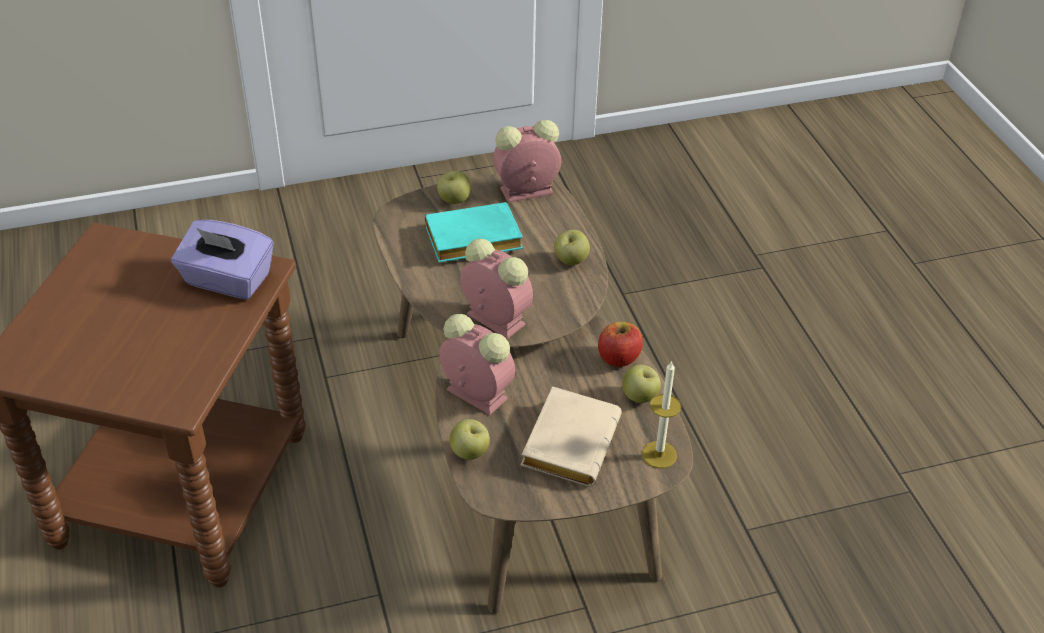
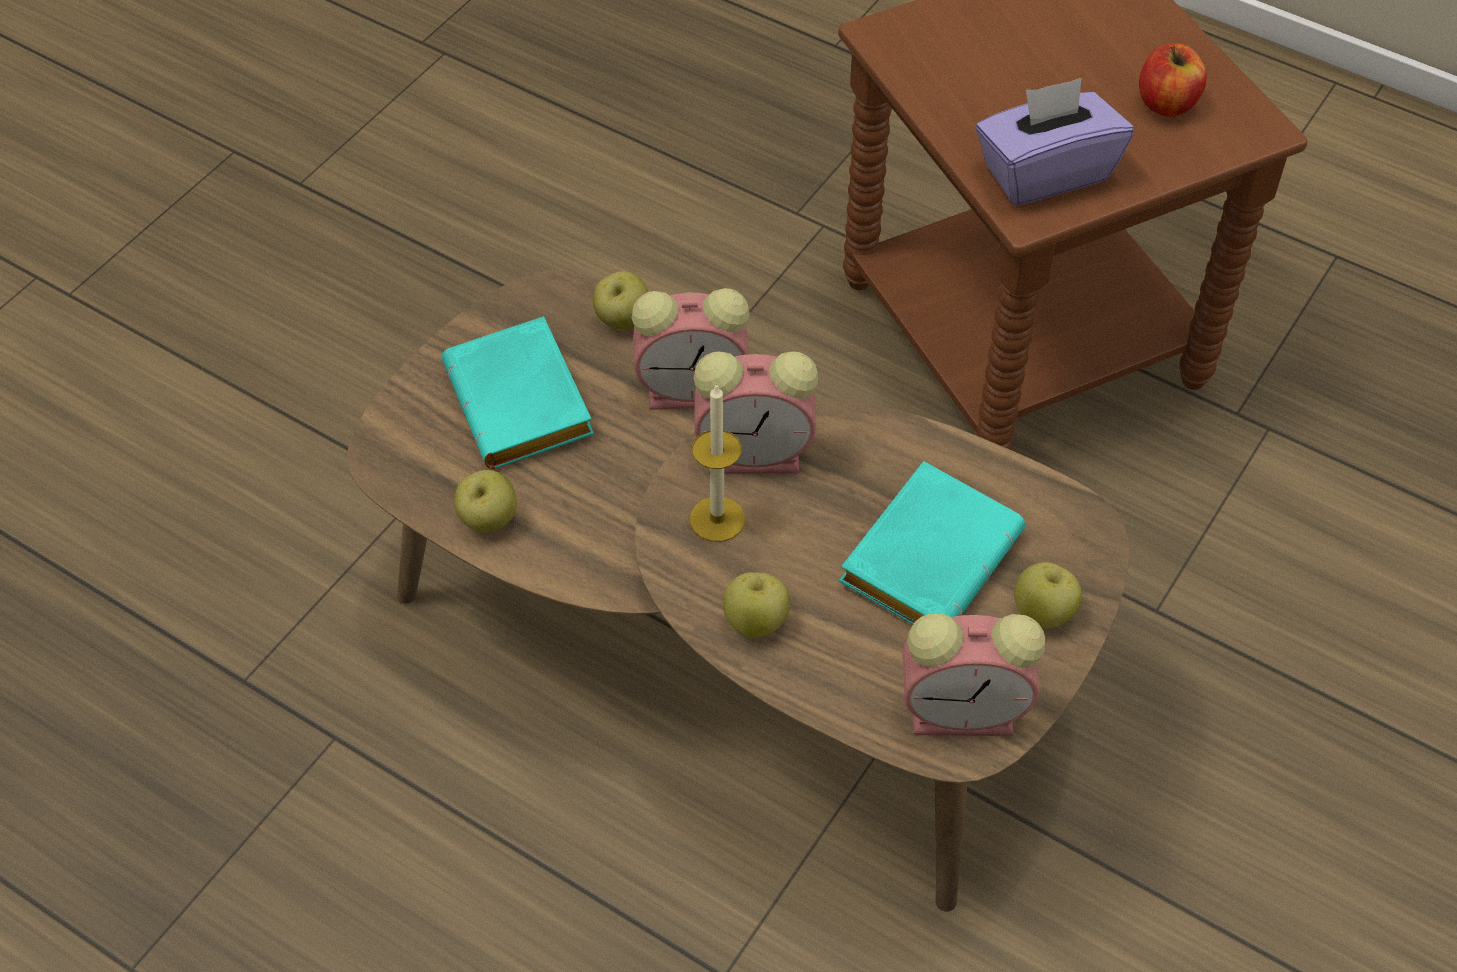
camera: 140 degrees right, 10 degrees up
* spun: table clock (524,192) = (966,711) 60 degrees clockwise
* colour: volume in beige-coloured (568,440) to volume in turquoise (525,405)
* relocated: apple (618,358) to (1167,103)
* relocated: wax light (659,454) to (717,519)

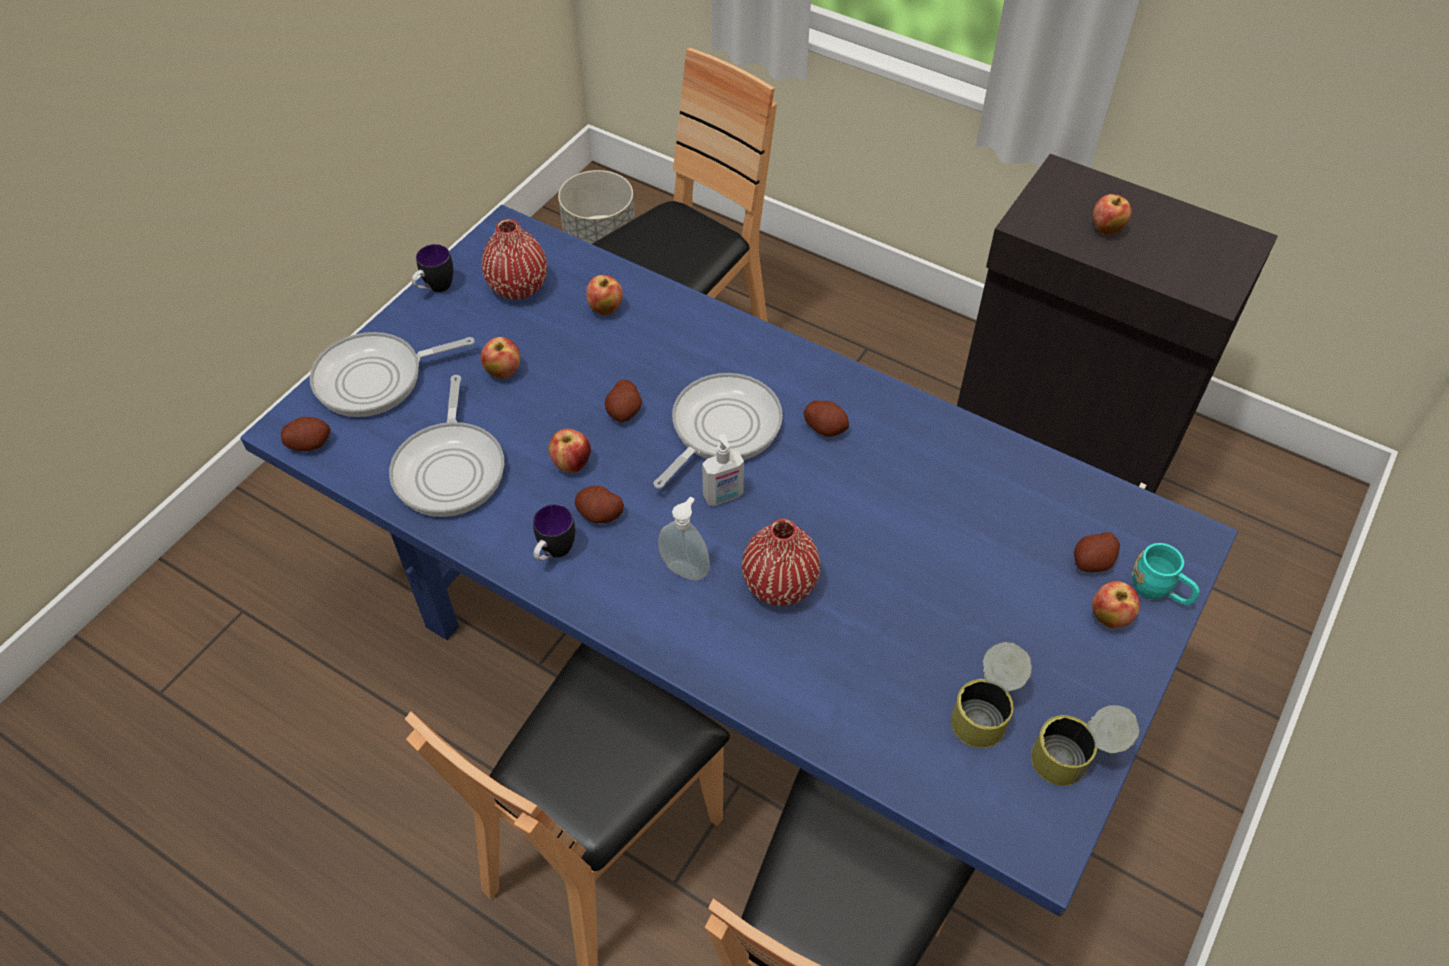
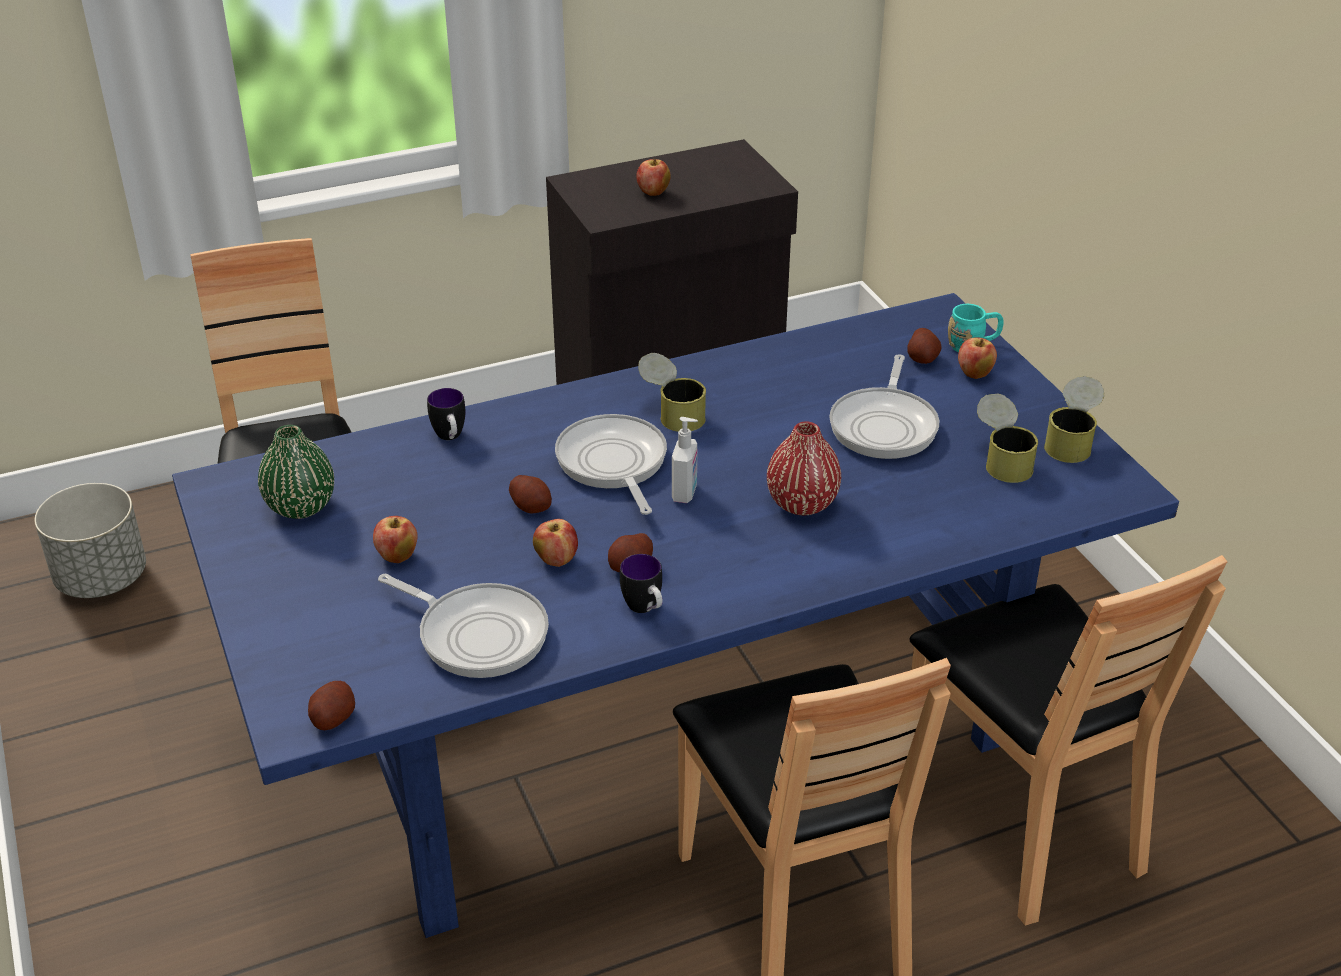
camera: 55 degrees left, 15 degrees down
* relocated: pan (376,379) to (885,425)
* relocated: tea mug (435,289) to (450,438)
* colour: vase in reddish (518,287) to vase in greenish (301,506)
* missing: apple (605,309)
* missing: liquid soap bottle (686,568)
* exchanged: spud (825,427) to can (672,413)

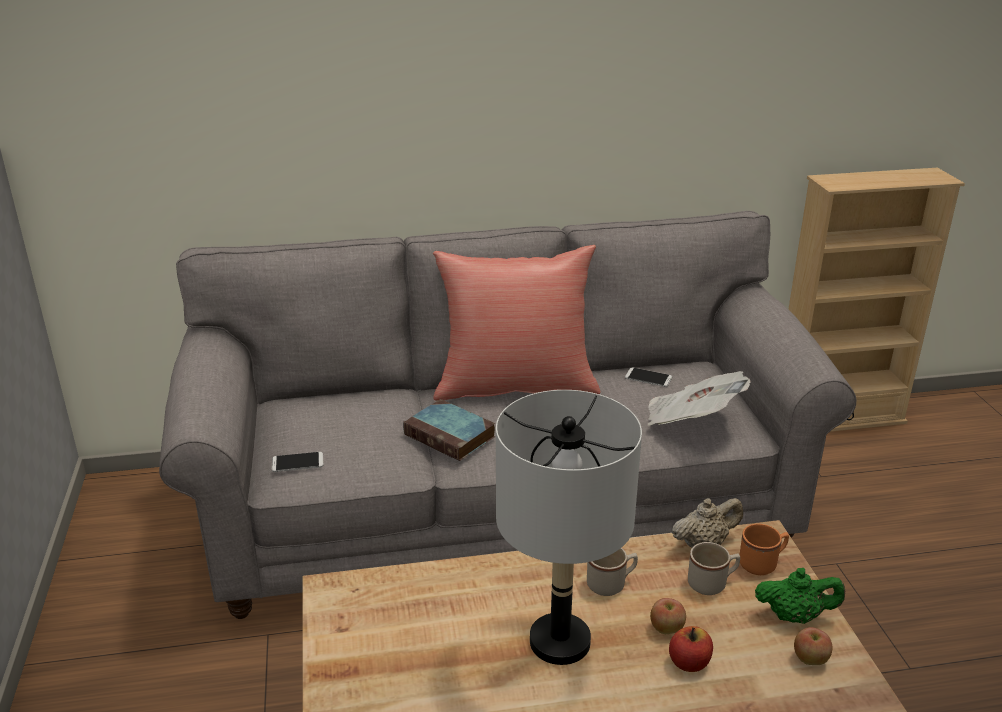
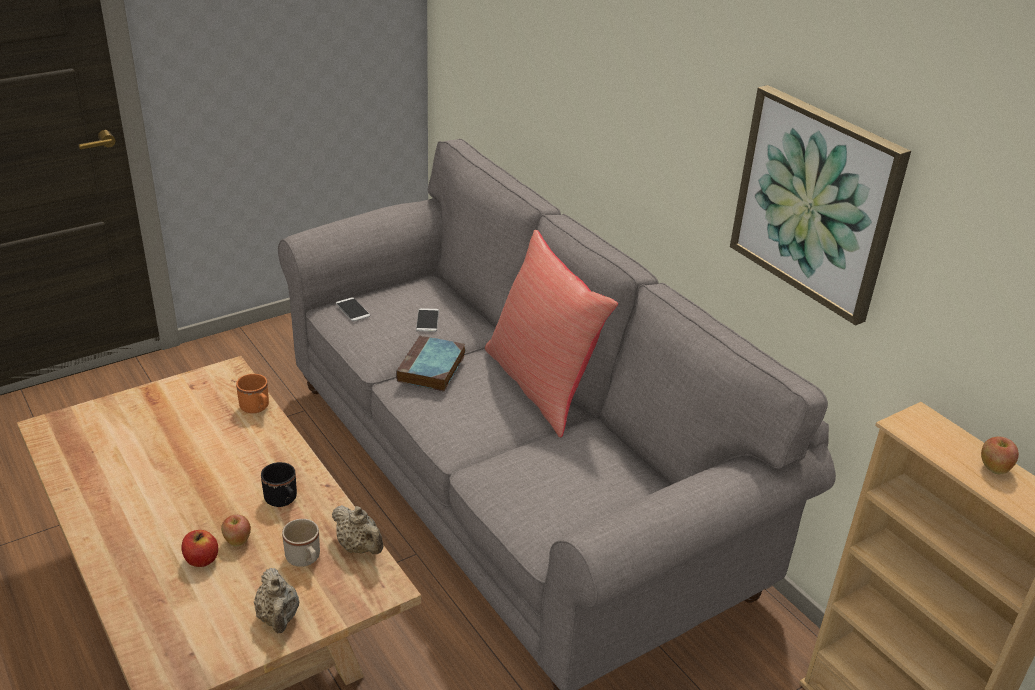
camera: 65 degrees right, 5 degrees up
* missing: table lamp in grey (559,642)
* colour: tea mug in beige-coloured (611,584) to tea mug in black-coloured (283,501)
* relocated: handset (648,378) to (427,320)
* missing: newspaper (691,421)
* relocated: tea mug in orange (762,563) to (257,408)
* colour: tea pot in greenish (794,616) to tea pot in beige-coloured (278,618)
* relocated: apple (810,660) to (993,468)
* appeared: wall picture (816,202)

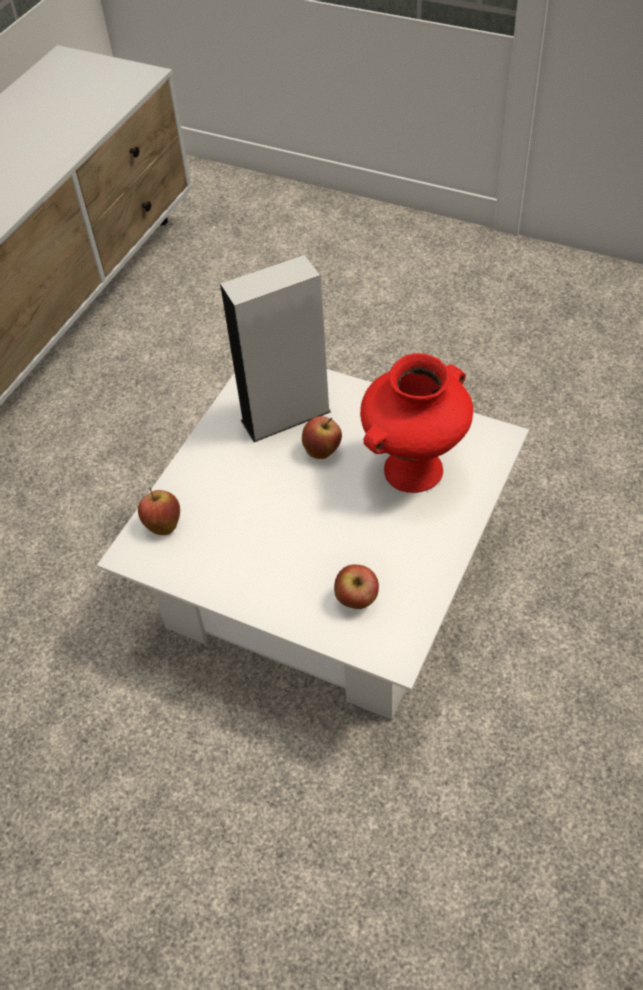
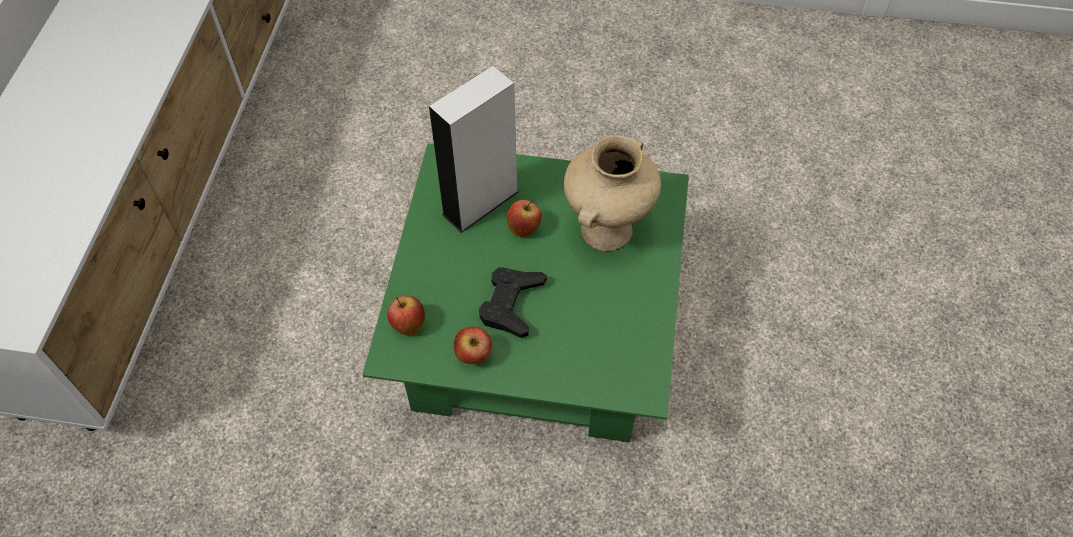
camera: 20 degrees left, 5 degrees up
* colour: lounge table in white-coloured (328,576) to lounge table in greenish (536,331)
* relocated: apple (357,600) to (474,355)
* colour: vase in reddish (413,472) to vase in beige-coloured (607,231)
* appeared: gamepad in black-coloured (511,304)

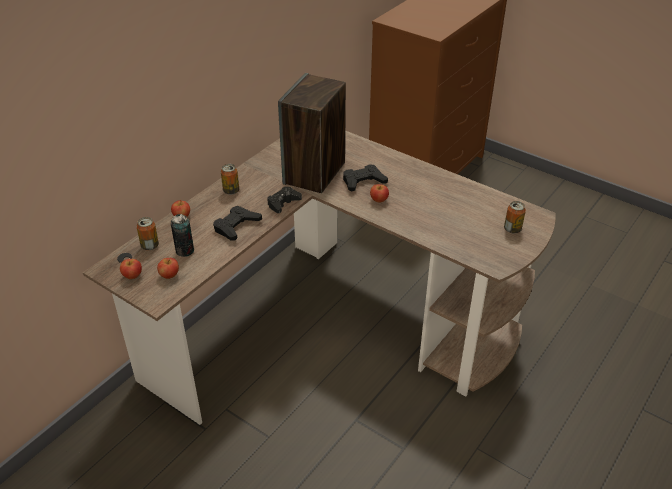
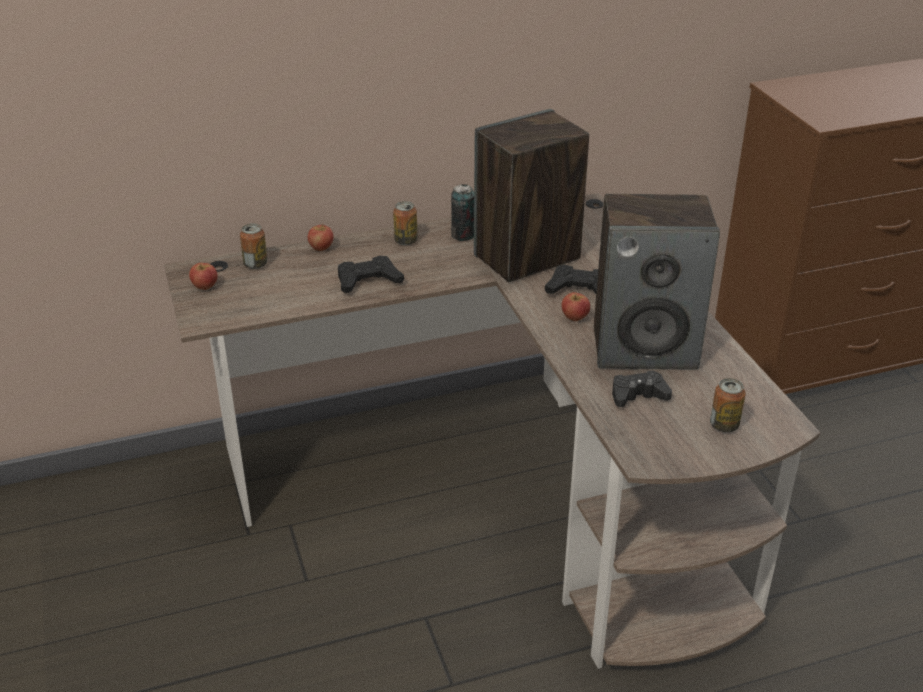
camera: 35 degrees right, 5 degrees down
* missing: apple (169,275)
* relocated: can (185,251) to (463,235)
* relocated: gamepad in black-coloured (283,203) to (638,395)
* appeared: speaker (645,348)

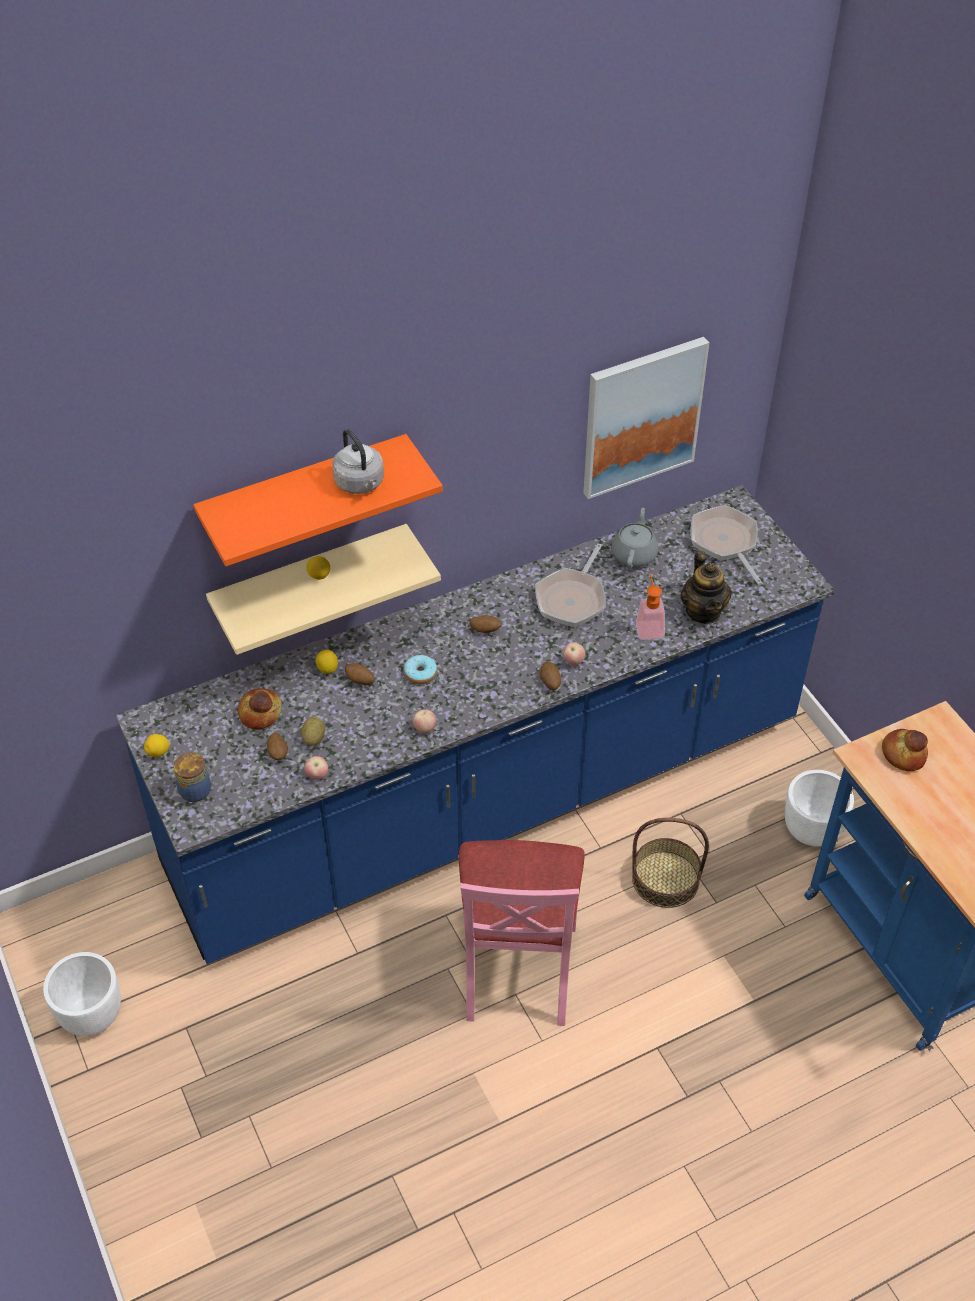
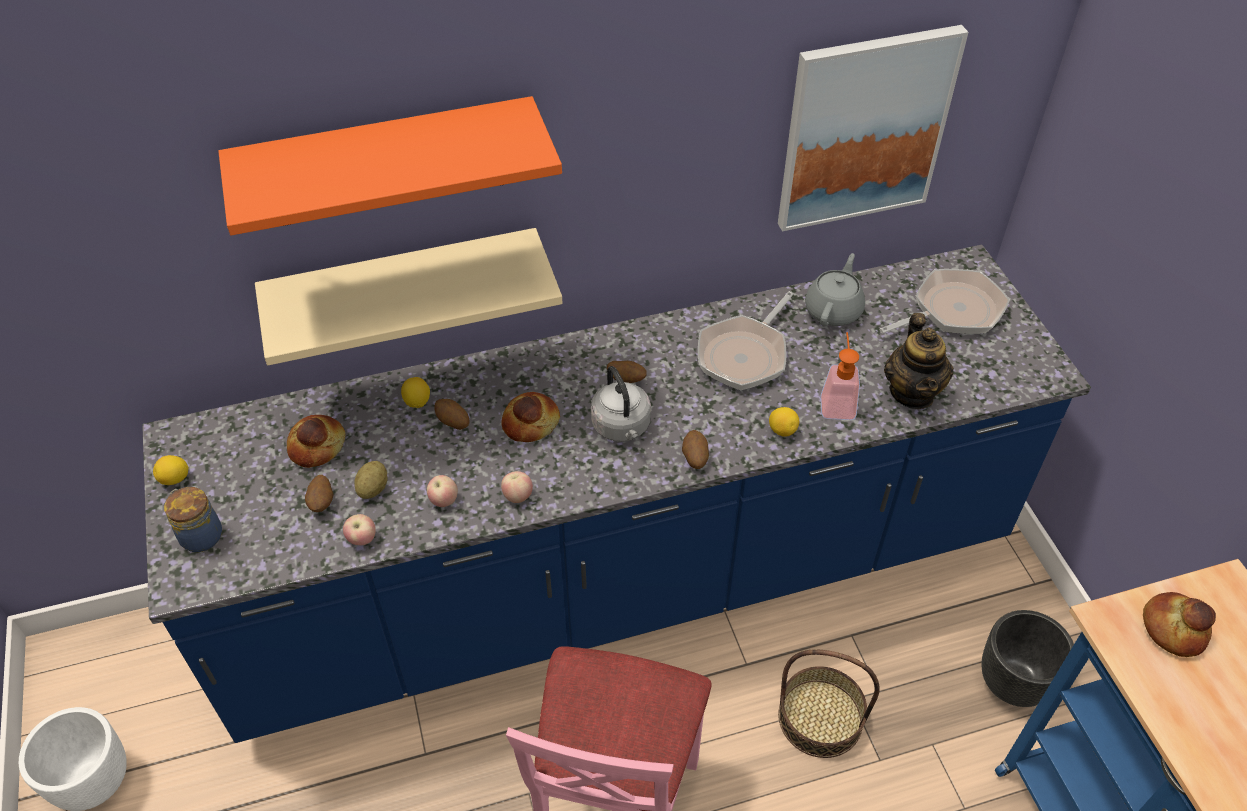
camera: 10 degrees right, 0 degrees up
* relocated: whole lemon (319,575) to (782,430)
* relocated: tea kettle in grey (360,484) to (622,427)
* exchanged: ring doughnut (420,674) to baked bread (531,424)
* relocated: apple (573,661) to (444,500)
* spun: pan (725,543) = (952,310) 75 degrees clockwise
* colour: flower pot in white-coloured (812,829) to flower pot in black-coloured (1014,681)

